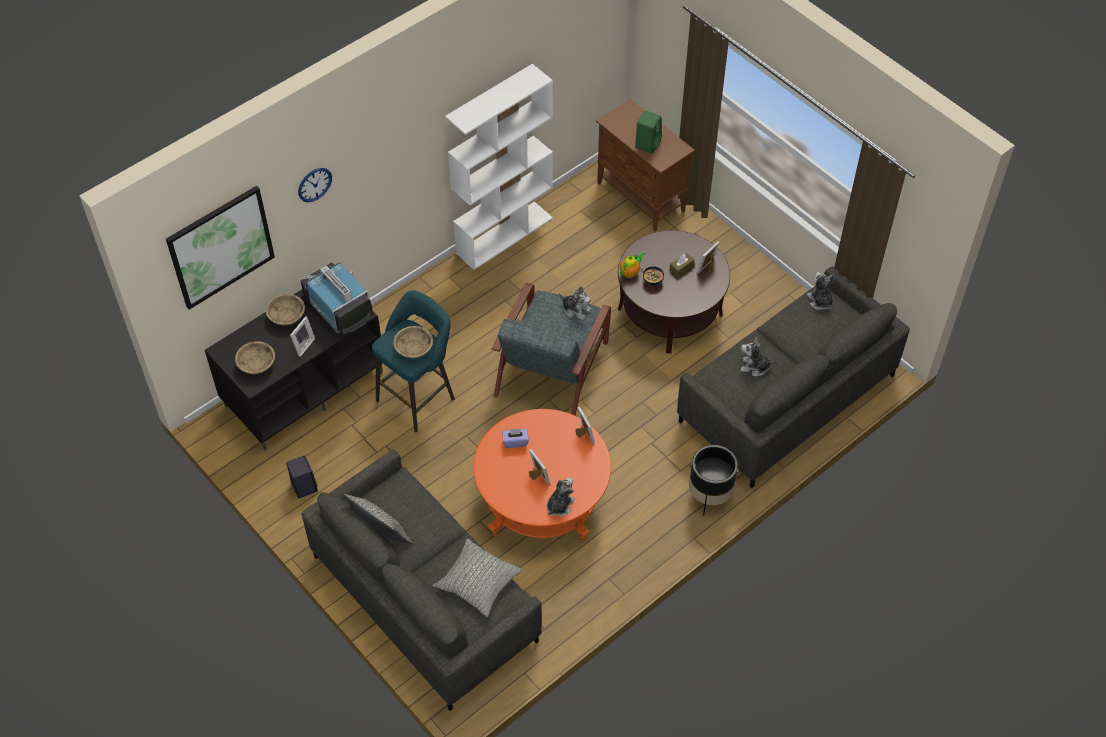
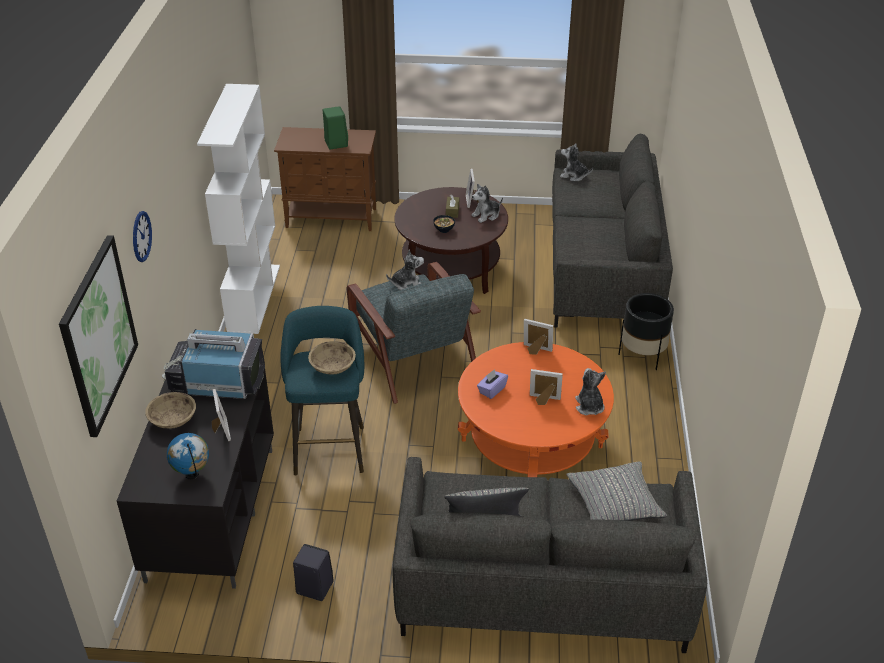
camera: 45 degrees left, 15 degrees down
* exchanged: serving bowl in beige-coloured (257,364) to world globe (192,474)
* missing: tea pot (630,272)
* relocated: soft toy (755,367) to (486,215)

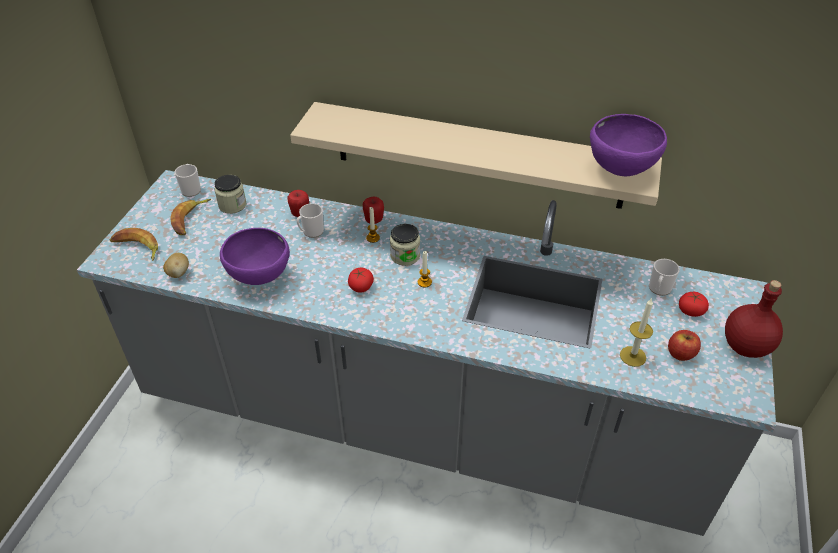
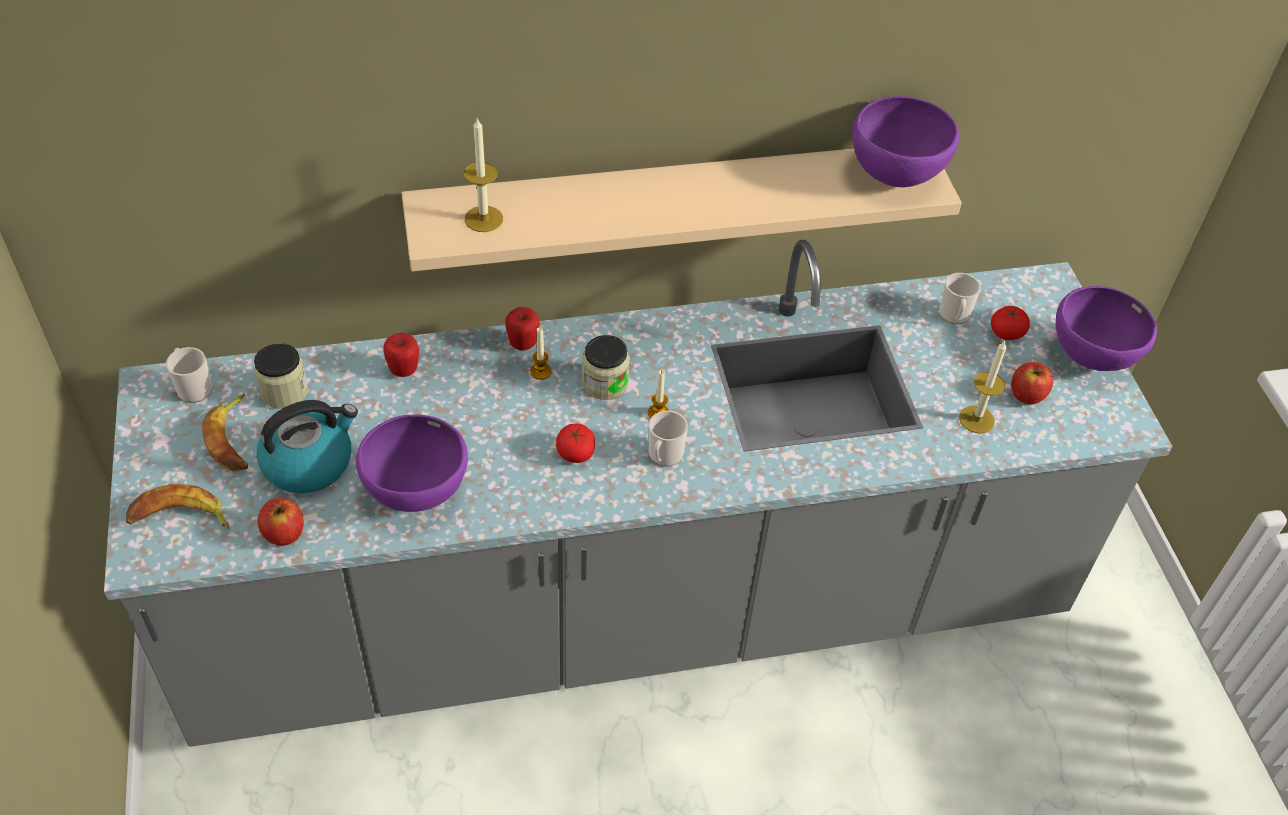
camera: 30 degrees left, 5 degrees up
* exchanged: spud (178,273) to apple (284,533)
* relocated: tea mug (311,232) to (664,456)
* exchanged: drink bottle in reddish (745,347) to serving bowl in purplish (1091,358)
* appeared: tea kettle (309,463)
* appeared: wax light (483,219)

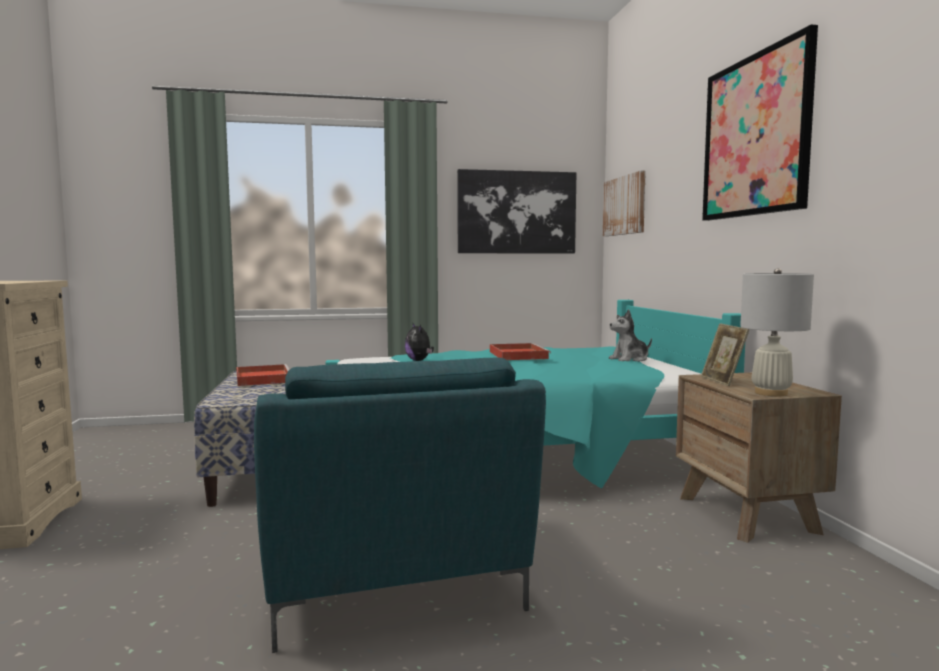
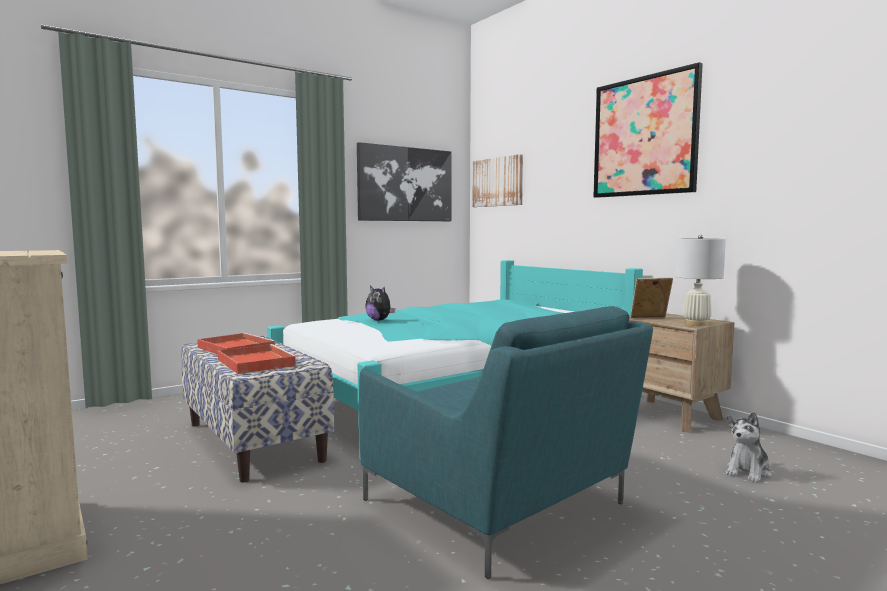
camera: 25 degrees left, 0 degrees up
* relocated: tray in reddish (517,355) to (255,362)
* relocated: soft toy (629,359) to (748,472)
* spun: standing frame (722,381) = (650,318) 120 degrees clockwise

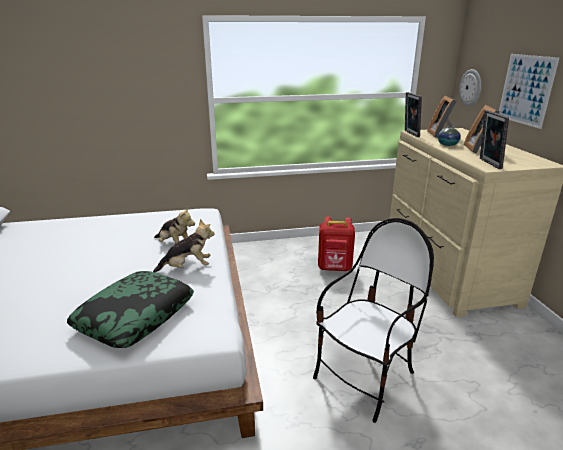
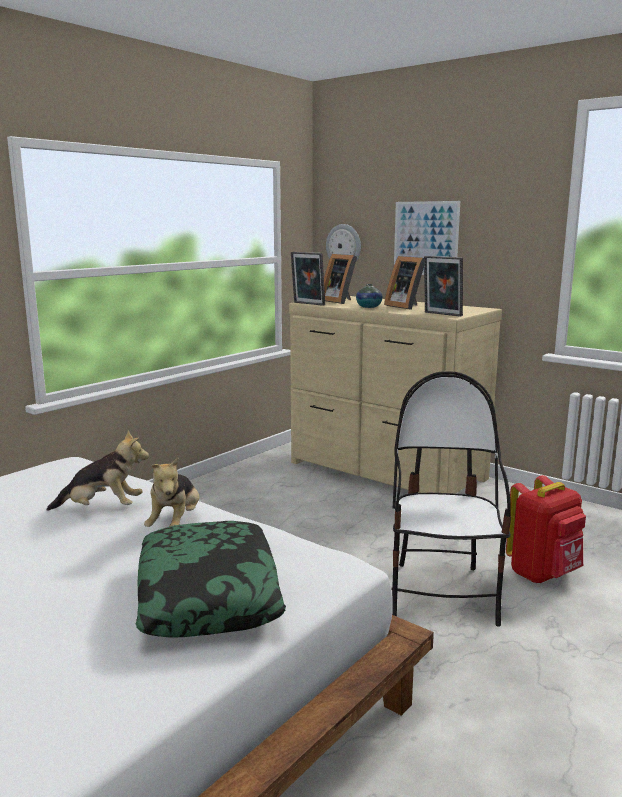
camera: 40 degrees left, 10 degrees down
* spun: soft toy (187,268) = (175,523) 150 degrees clockwise
* relocated: rucksack in reddish (335,268) to (543,574)

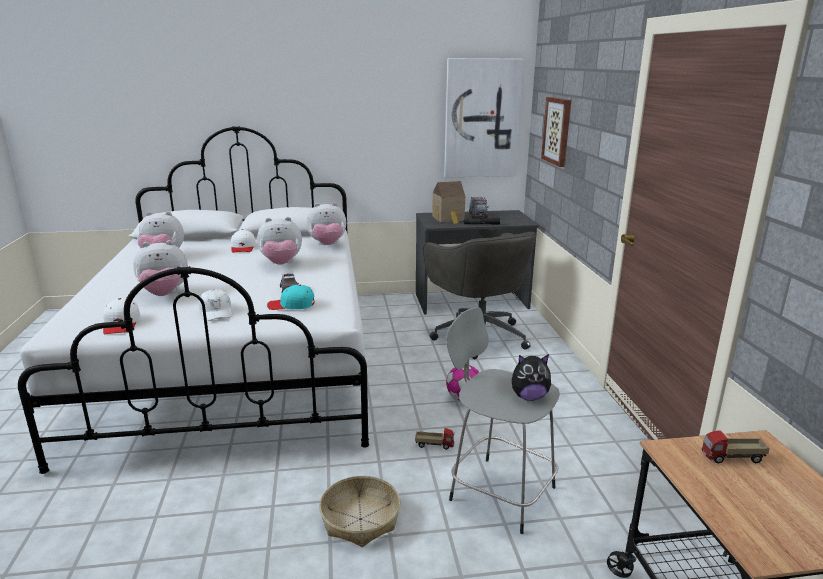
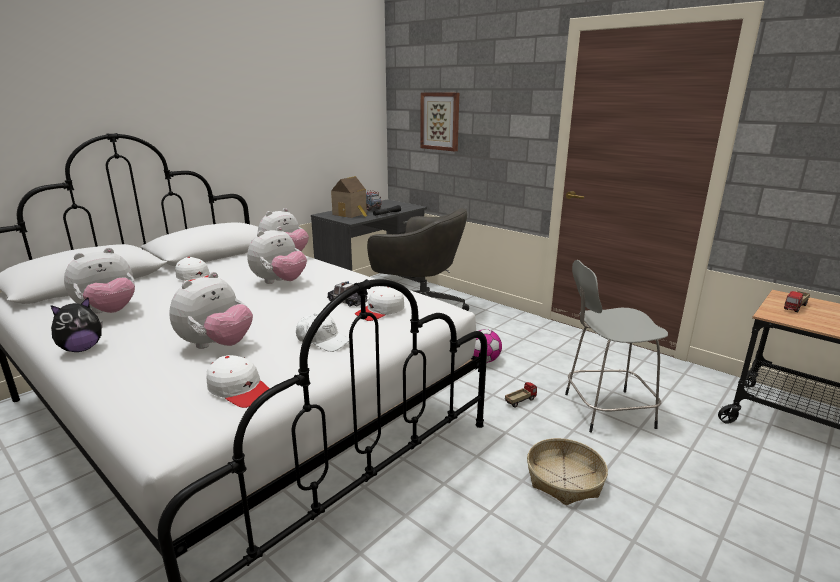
camera: 40 degrees left, 0 degrees up
* colour: baseball cap in turquoise (291,305) to baseball cap in white-coloured (380,311)
* missing: wall picture (481,119)
* relocated: soft toy (529,397) to (81,349)

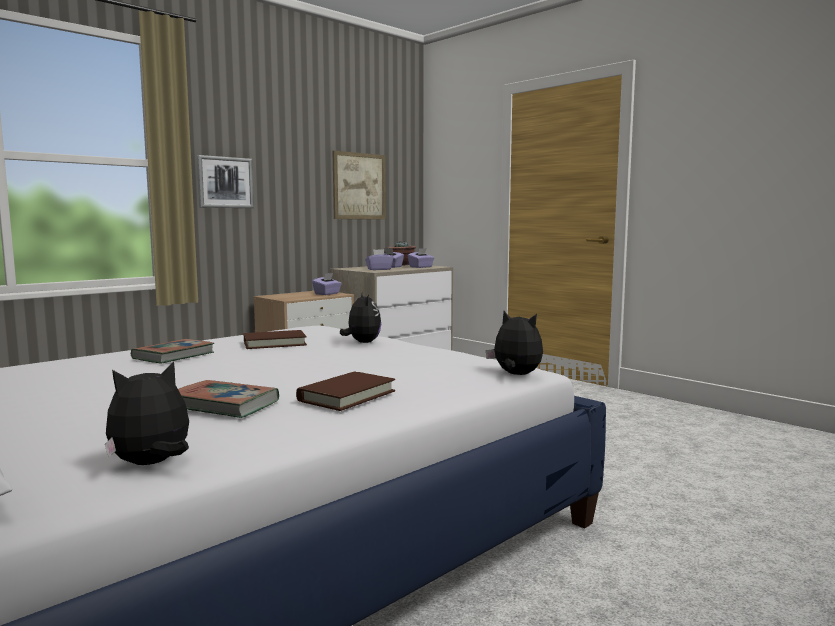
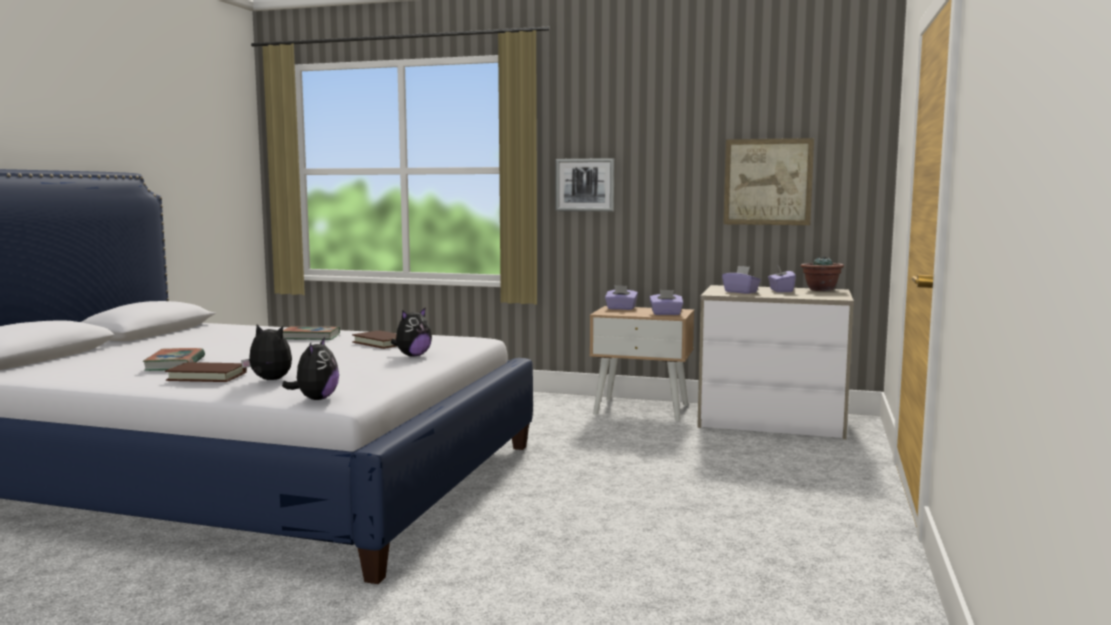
camera: 60 degrees right, 0 degrees up
* relocated: soft toy (152,464) to (269,380)
* relocated: box of tissues in purplish (421,267) to (621,308)

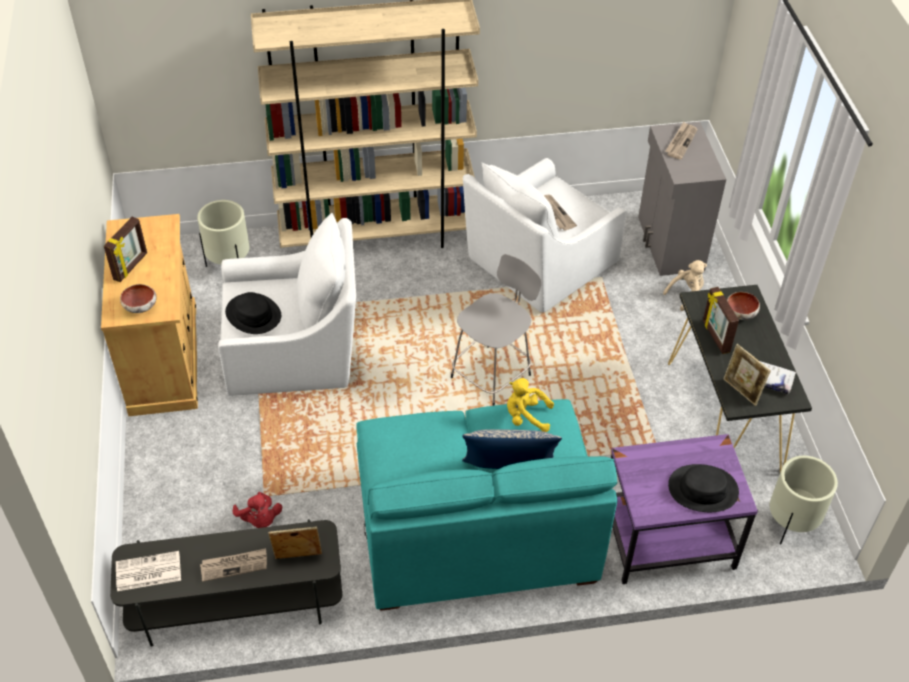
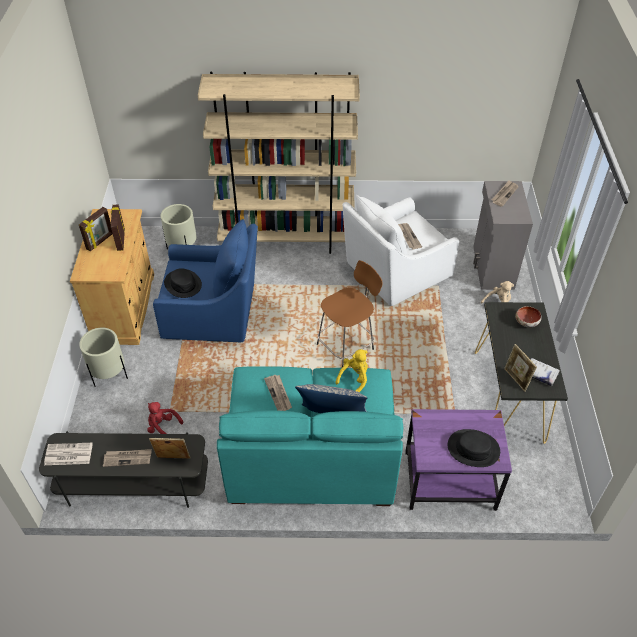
camera: 10 degrees right, 0 degrees up
* missing: serving bowl (141,306)
* colour: armchair in white-coloured (295,351) to armchair in blue-coloured (213,313)
* spun: soft toy in reddish (259,519) = (163,427) 135 degrees clockwise
* colour: stool seat in grey (493,375) to stool seat in brown (347,346)
* spun: soft toy in yellowish (526,416) = (354,378) 105 degrees clockwise
* relocated: standing frame (715,337) to (120,240)
* relocated: flower pot in beige-coloured (791,524) to (110,375)
* appeared: newspaper (278,394)

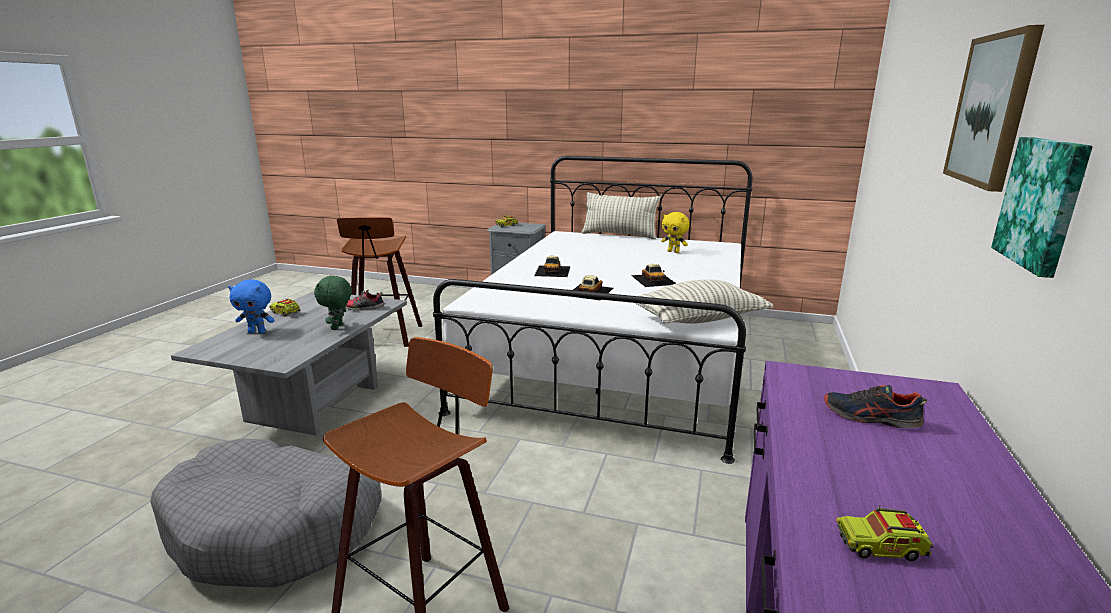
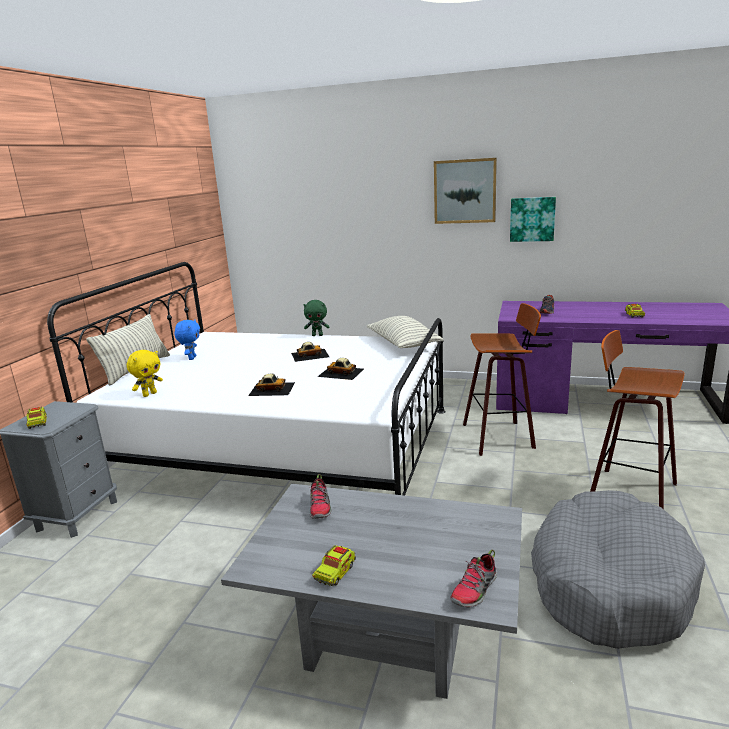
camera: 90 degrees left, 0 degrees up
* relocated: soft toy in blue-coloured (257,332) to (191,358)
* relocated: soft toy in greenish (338,327) to (317,335)
* relocated: stool seat (384,337) to (500,436)
* relocated: soft toy in yellowish (673,252) to (149,394)
* appeared: item of footwear (475,590)

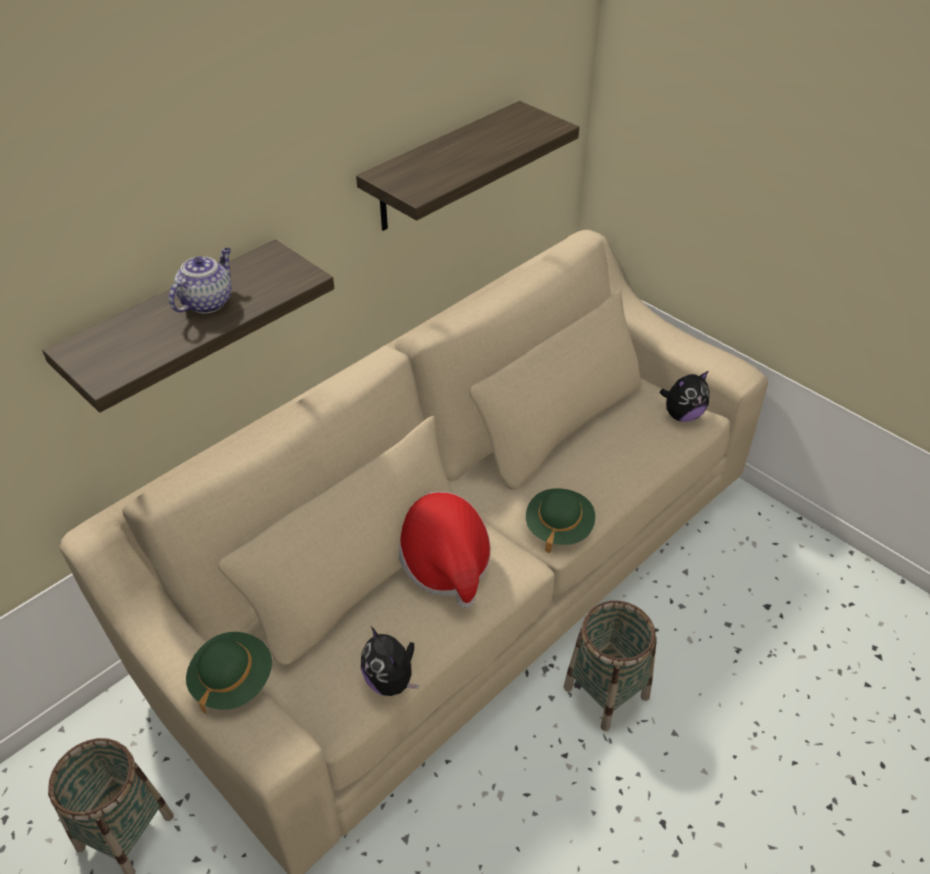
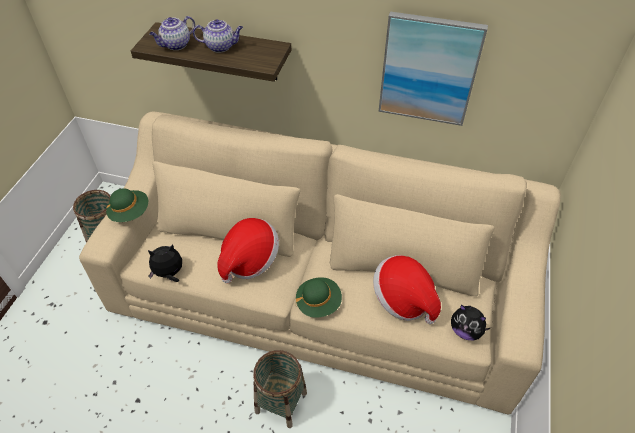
camera: 60 degrees right, 5 degrees up
* exchanged: wall shelf (443,167) to wall picture (428,69)
* spun: soft toy (391,680) = (169,274) 45 degrees clockwise
* appeared: tea pot (176,45)
* appeared: clothing hat (403,299)

